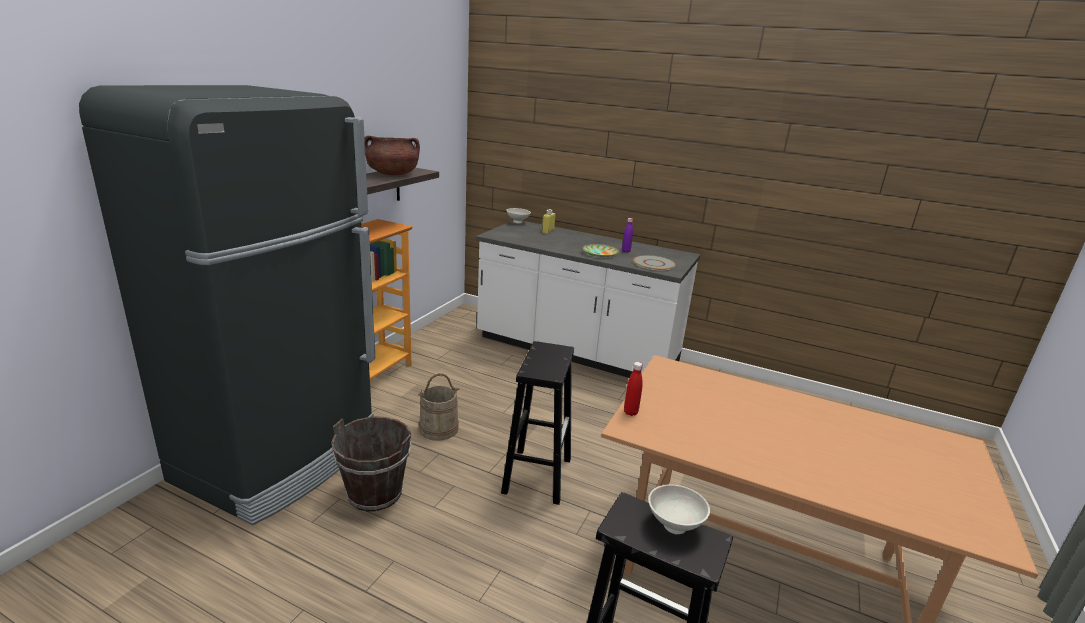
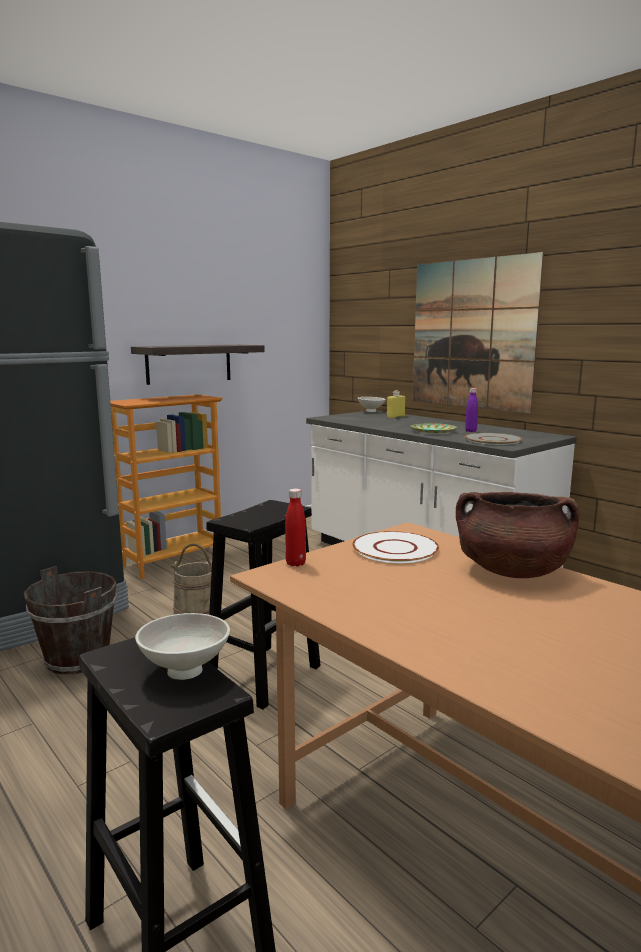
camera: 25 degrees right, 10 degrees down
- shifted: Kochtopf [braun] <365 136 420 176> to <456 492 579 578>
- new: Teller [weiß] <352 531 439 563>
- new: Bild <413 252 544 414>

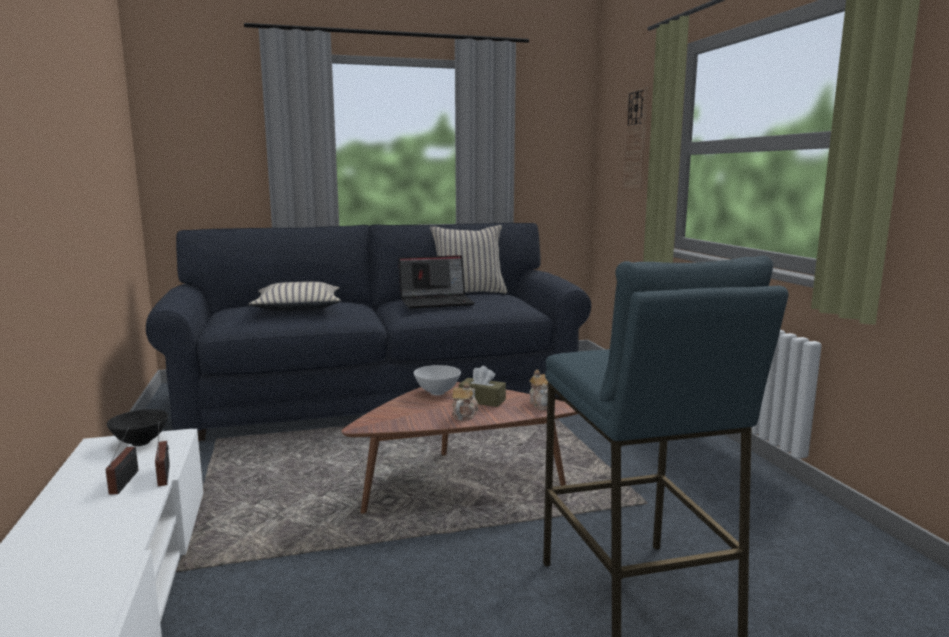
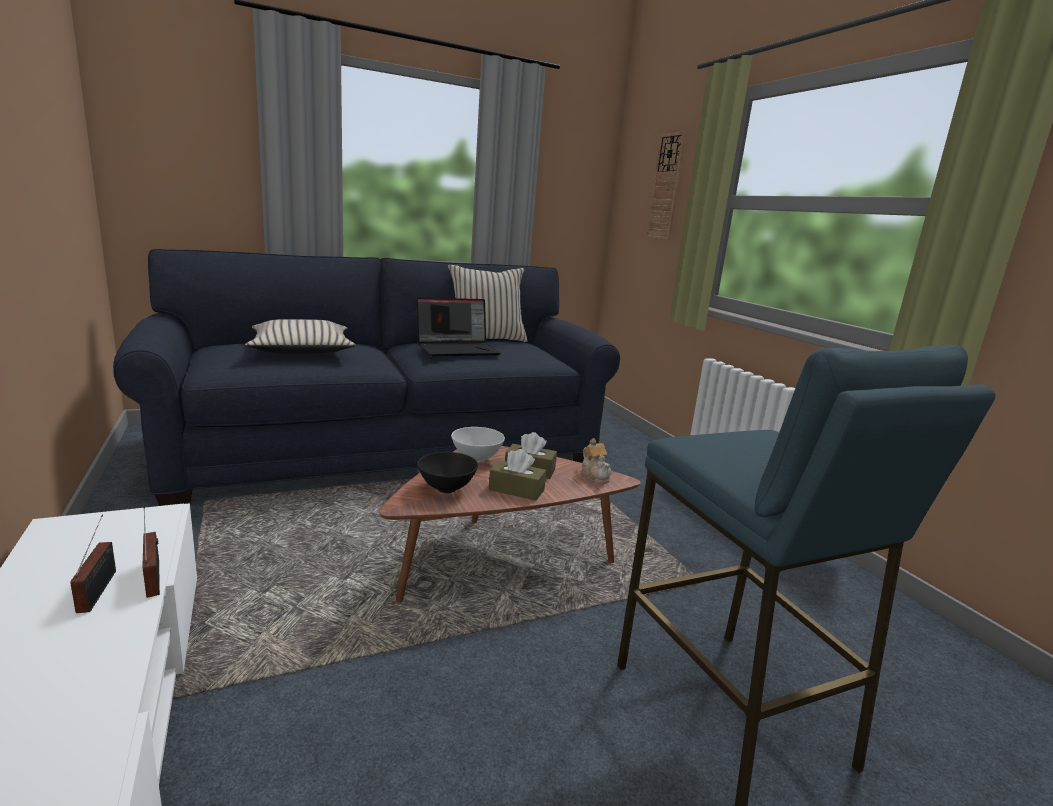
camera: 10 degrees left, 5 degrees up
- shifted: Schüssel [schwarz] <107 409 168 446> to <417 452 478 493>
- swapped: Teekanne <452 382 478 421> to Taschentuchbox [braun] <489 449 546 500>

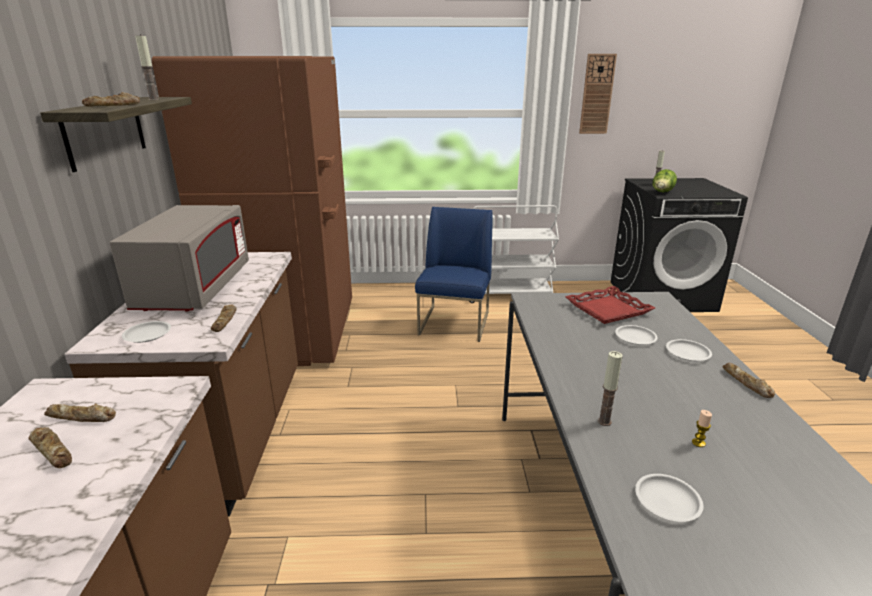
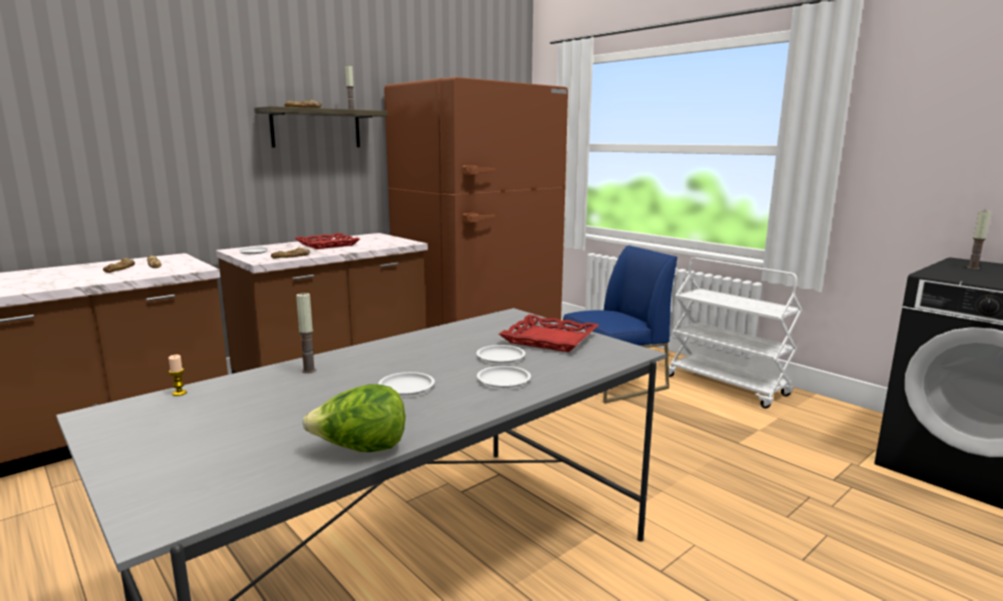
camera: 50 degrees right, 10 degrees down
- swapped: Mikrowelle [grau] <110 205 249 312> to Tablett [rot] <295 233 360 249>
- gone: Wanduhr <579 54 617 134>
- shifted: Teller [weiß] <635 474 703 522> to <378 372 435 395>
- shifted: Salatkopf <652 169 677 192> to <302 384 406 452>
- shifted: Kerze <692 410 712 447> to <169 355 187 396>
- gone: Brot <722 363 775 398>

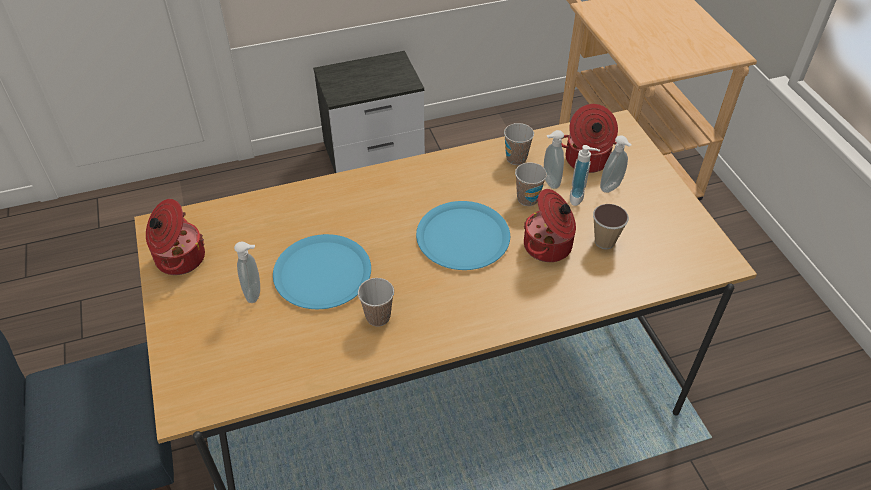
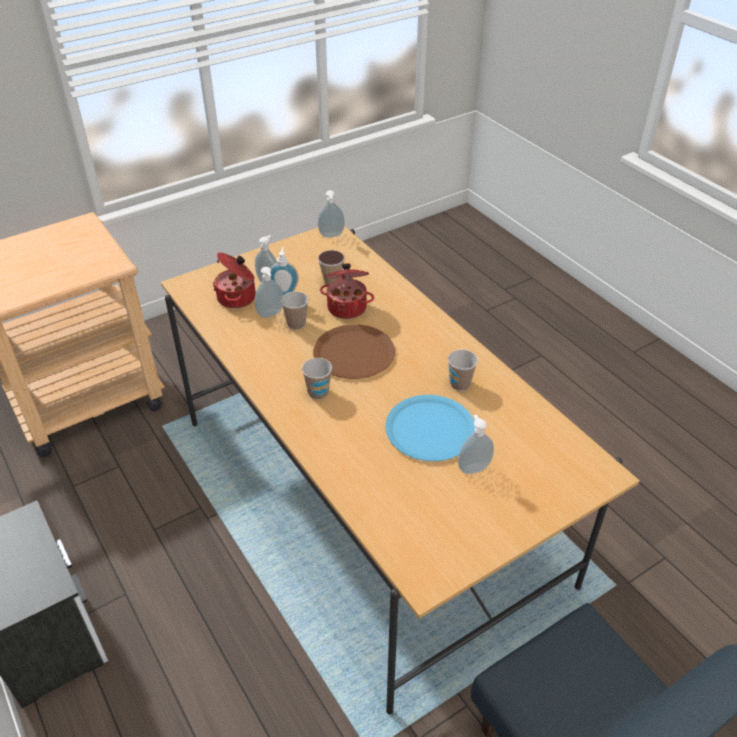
camera: 105 degrees left, 5 degrees down
- gone: Kochtopf <146 199 205 275>
- repainted: Teller [blau] <416 201 510 270> to Teller [braun] <313 324 395 379>
- shifted: Tasse <504 123 534 165> to <302 358 332 400>
- new: Seifenspender <318 190 345 237>

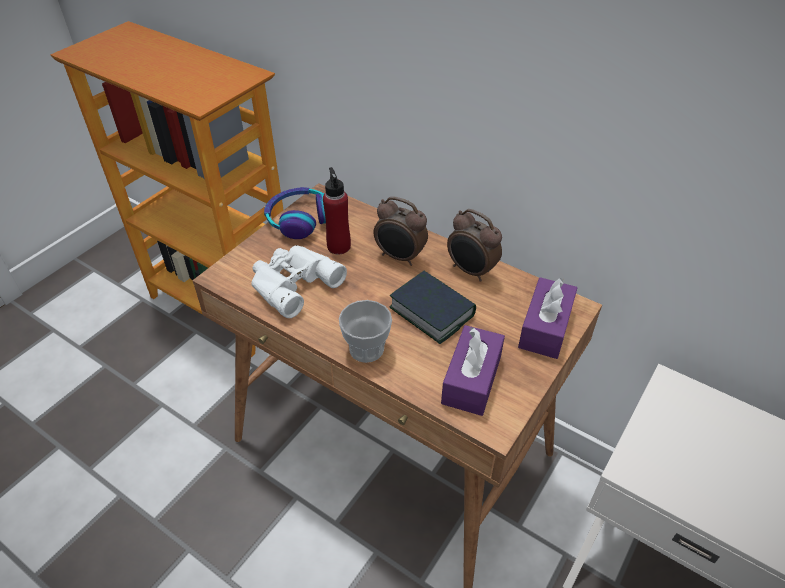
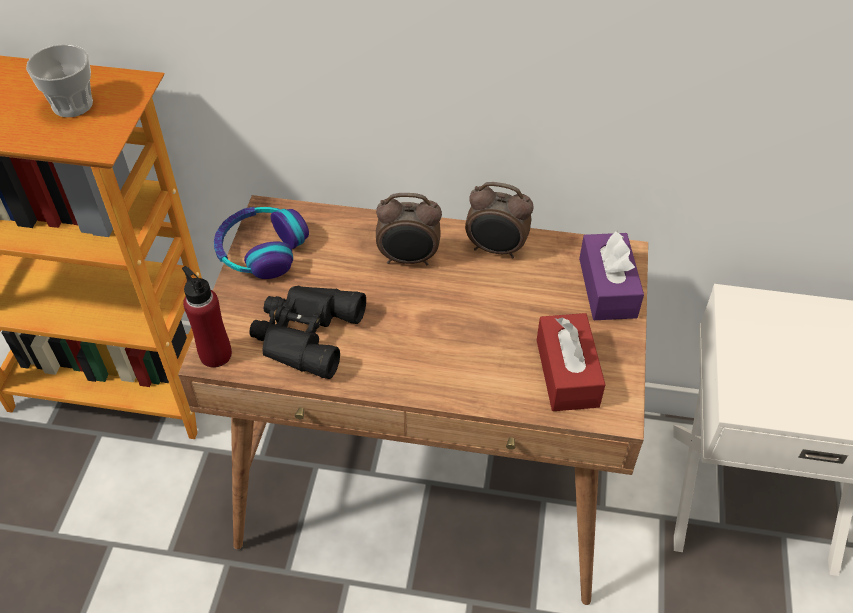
camera: 25 degrees left, 5 degrees up
- repainted: Fernglas [weiß] <251 245 347 318> to Fernglas [schwarz] <249 285 366 379>
- shifted: Flasche [rot] <323 167 351 254> to <182 266 232 368>
- shifted: Tasse <339 300 392 363> to <26 44 93 117>
- gone: Buch <389 271 476 344>
- repainted: Taschentuchbox [lila] <441 325 505 416> to Taschentuchbox [rot] <537 313 605 411>

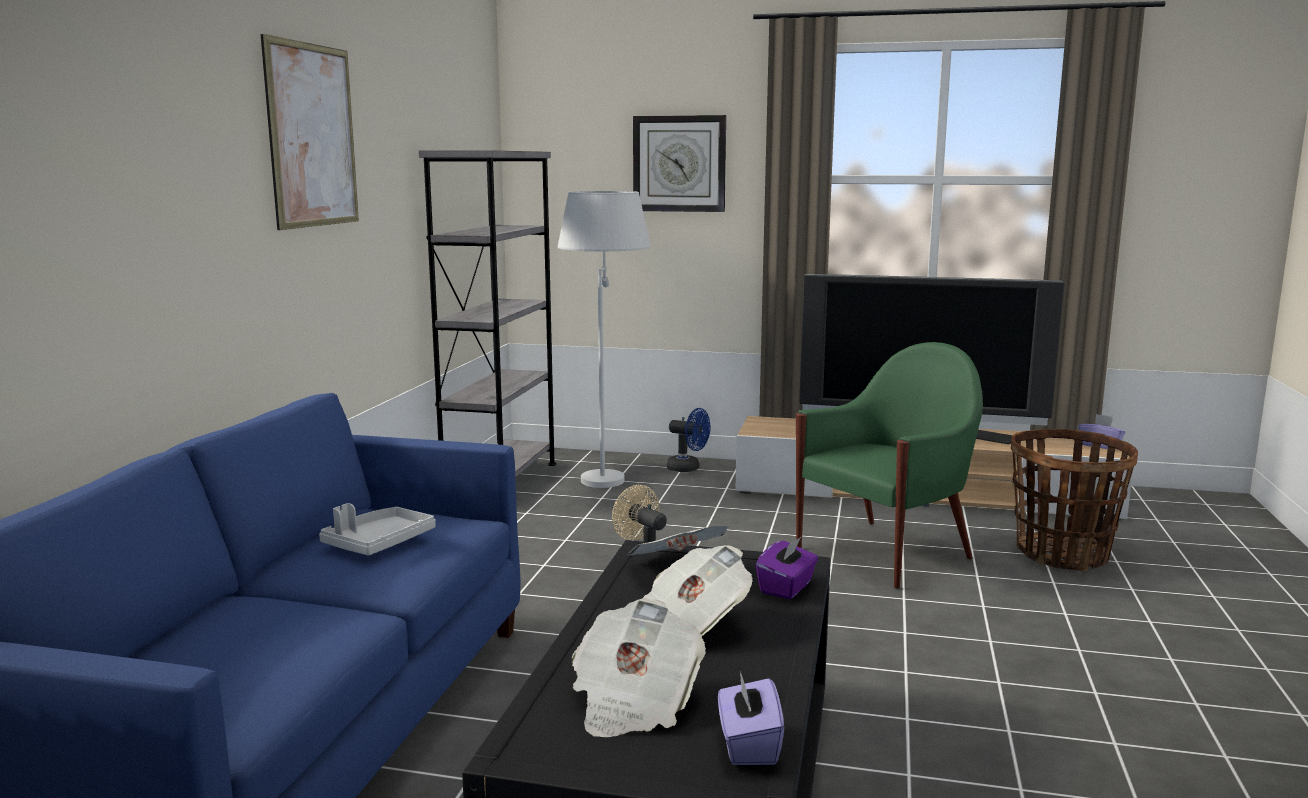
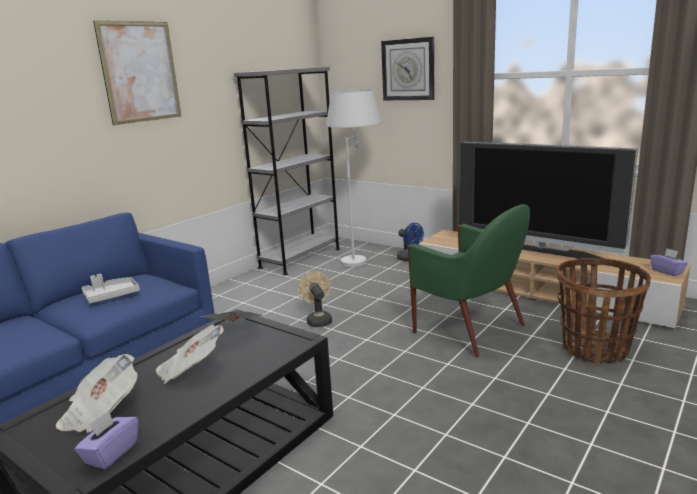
camera: 25 degrees right, 5 degrees up
- gone: Taschentuchbox [lila] <756 536 818 599>
- rotated: Sessel [grün] <796 342 983 589> = <408 204 530 357> 60 degrees clockwise

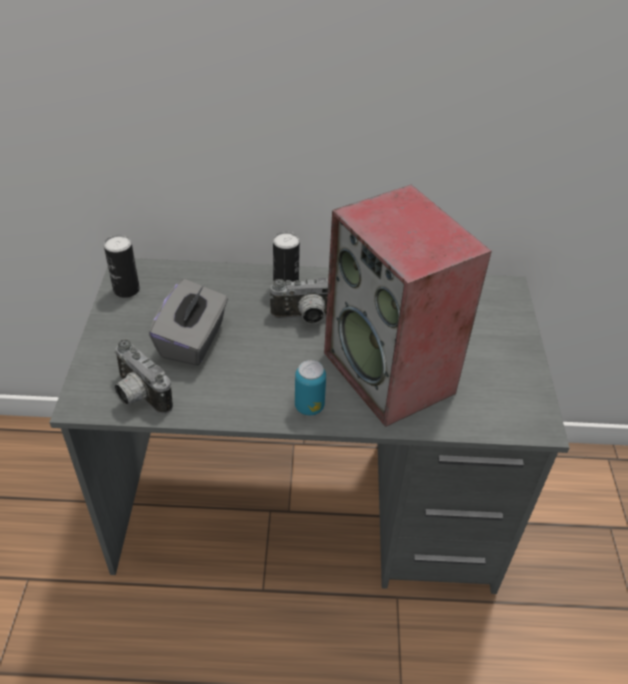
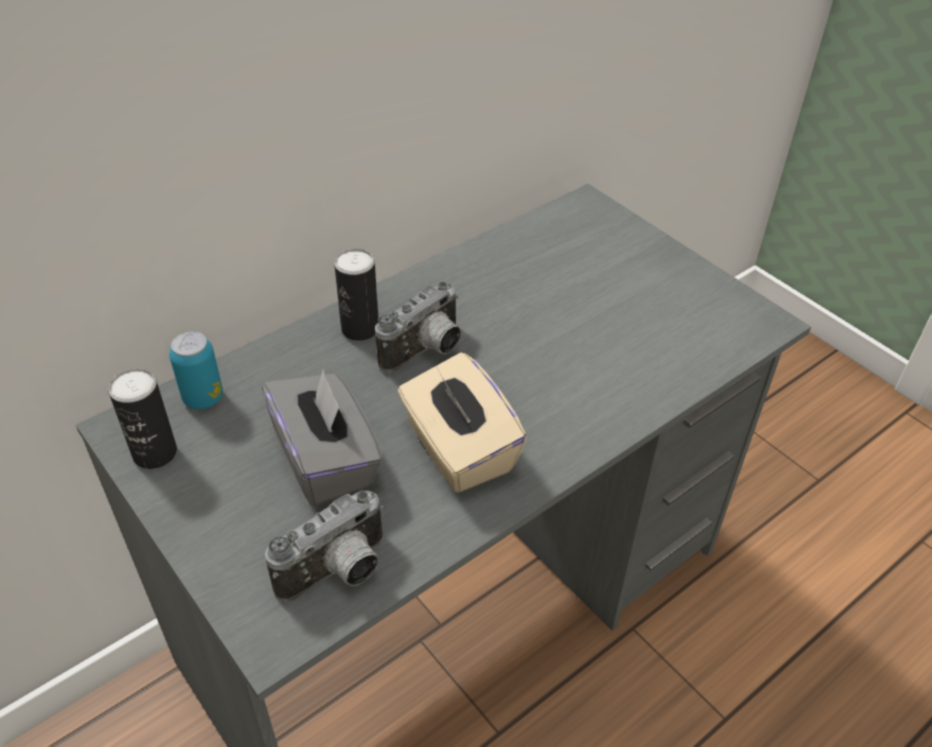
camera: 40 degrees left, 0 degrees up
- rotated: Kamera <115 339 173 414> = <265 491 384 602> 45 degrees counterclockwise
- shifted: Dose <295 360 326 415> to <169 332 223 409>
- gone: Lautsprecher <324 185 492 427>
- new: Taschentuchbox [beige] <398 352 527 493>

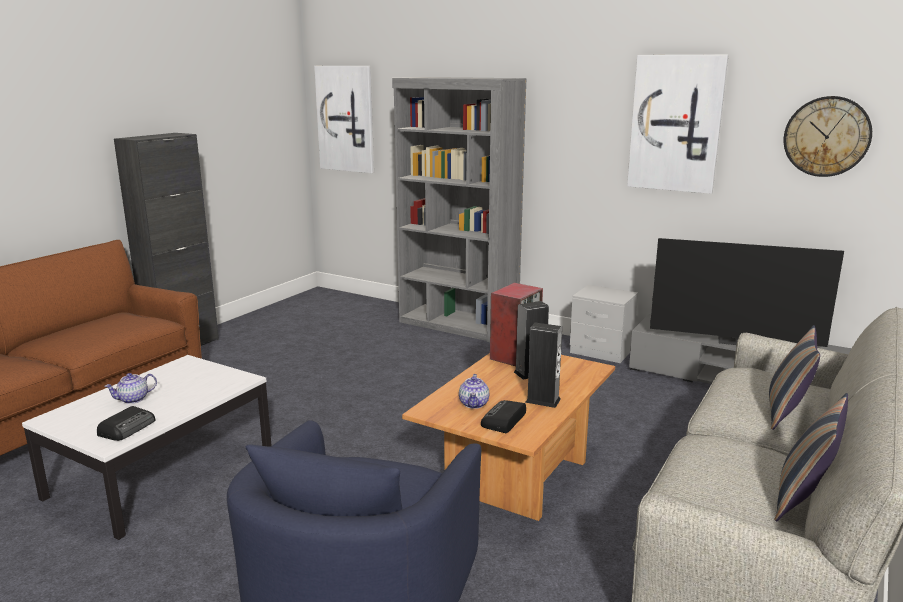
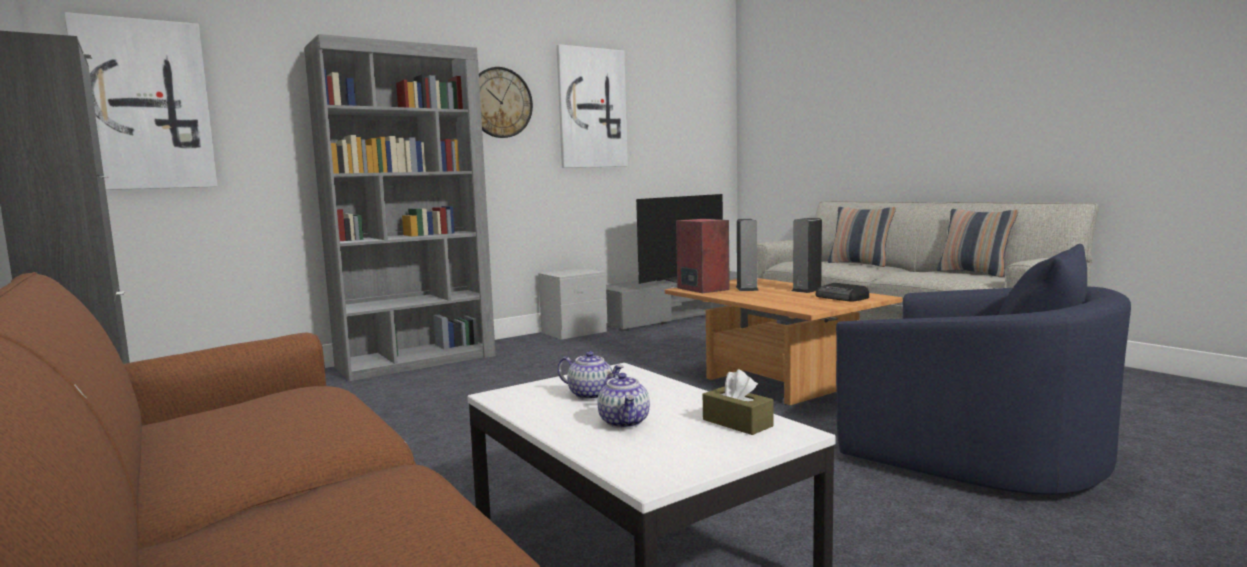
camera: 65 degrees left, 10 degrees down
- swapped: Radio <97 406 155 441> to Taschentuchbox [braun] <703 369 773 435>
- shifted: Teekanne <459 374 489 409> to <558 351 624 400>
- shifted: Wanduhr <784 96 872 177> to <479 67 533 138>

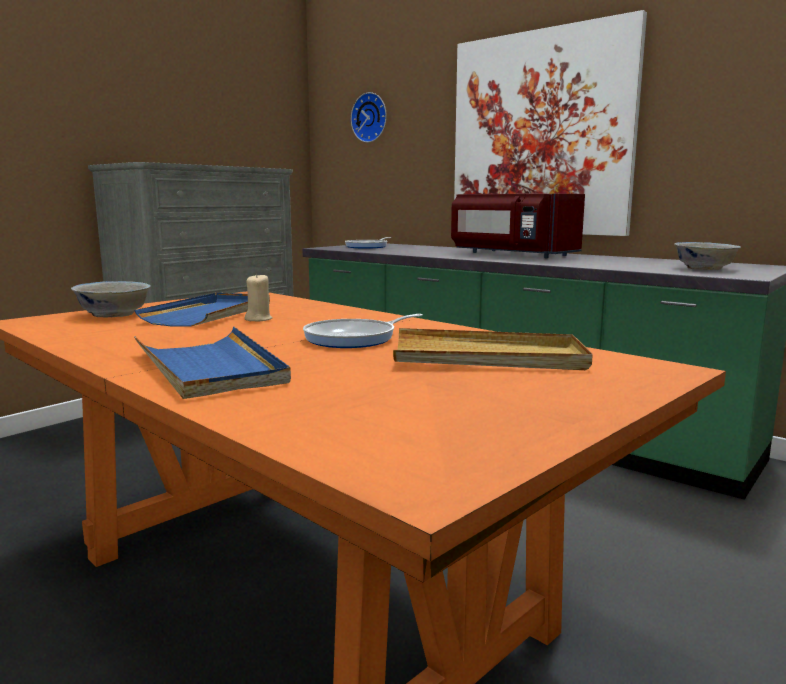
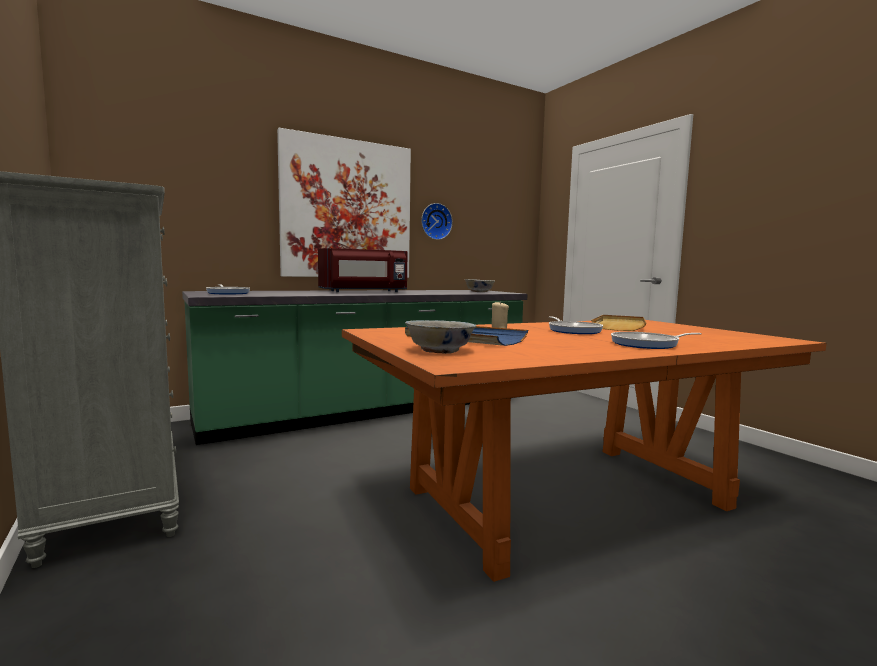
camera: 70 degrees left, 5 degrees down
- swapped: Tablett [blau] <134 327 291 399> to Pfanne <611 332 702 349>
- shifted: Wanduhr <351 92 387 143> to <421 203 453 240>

